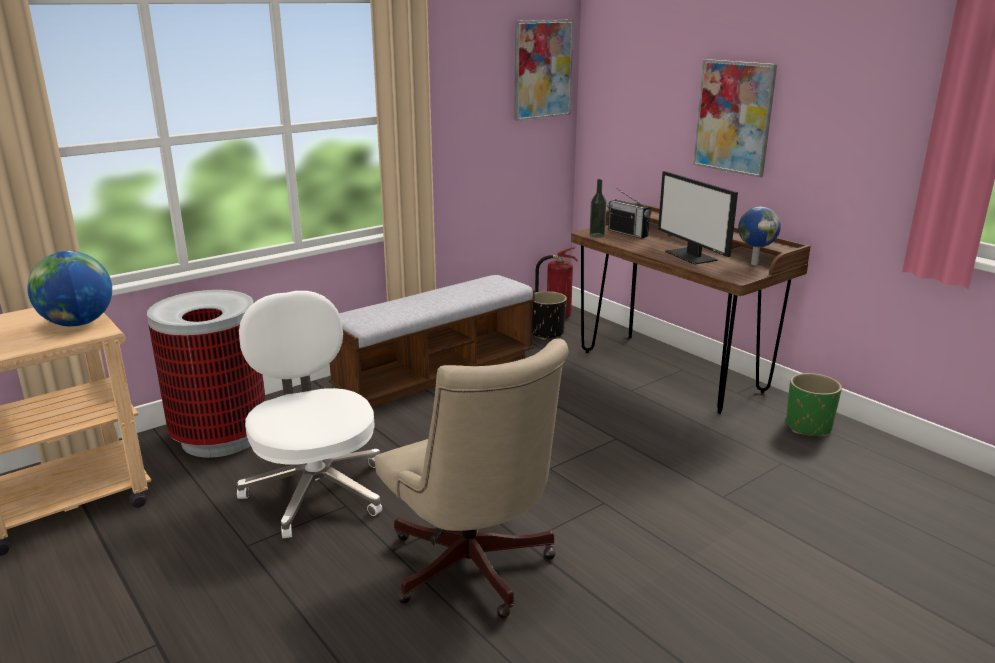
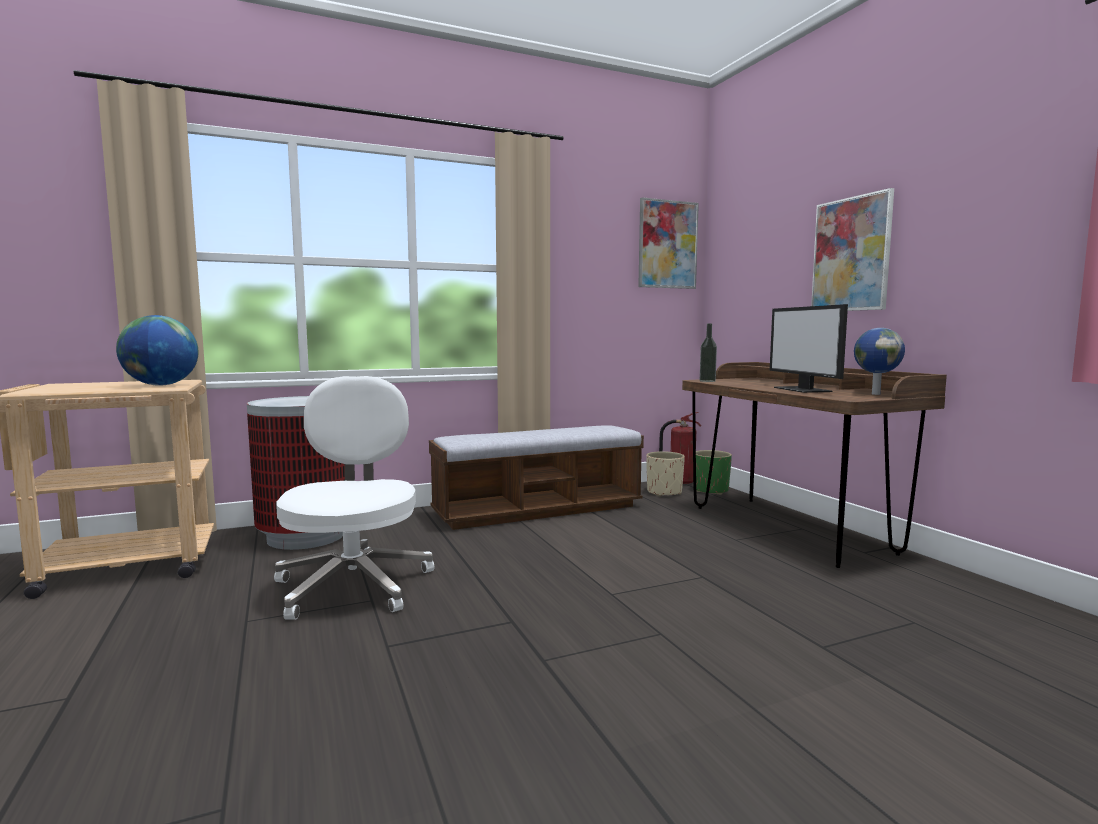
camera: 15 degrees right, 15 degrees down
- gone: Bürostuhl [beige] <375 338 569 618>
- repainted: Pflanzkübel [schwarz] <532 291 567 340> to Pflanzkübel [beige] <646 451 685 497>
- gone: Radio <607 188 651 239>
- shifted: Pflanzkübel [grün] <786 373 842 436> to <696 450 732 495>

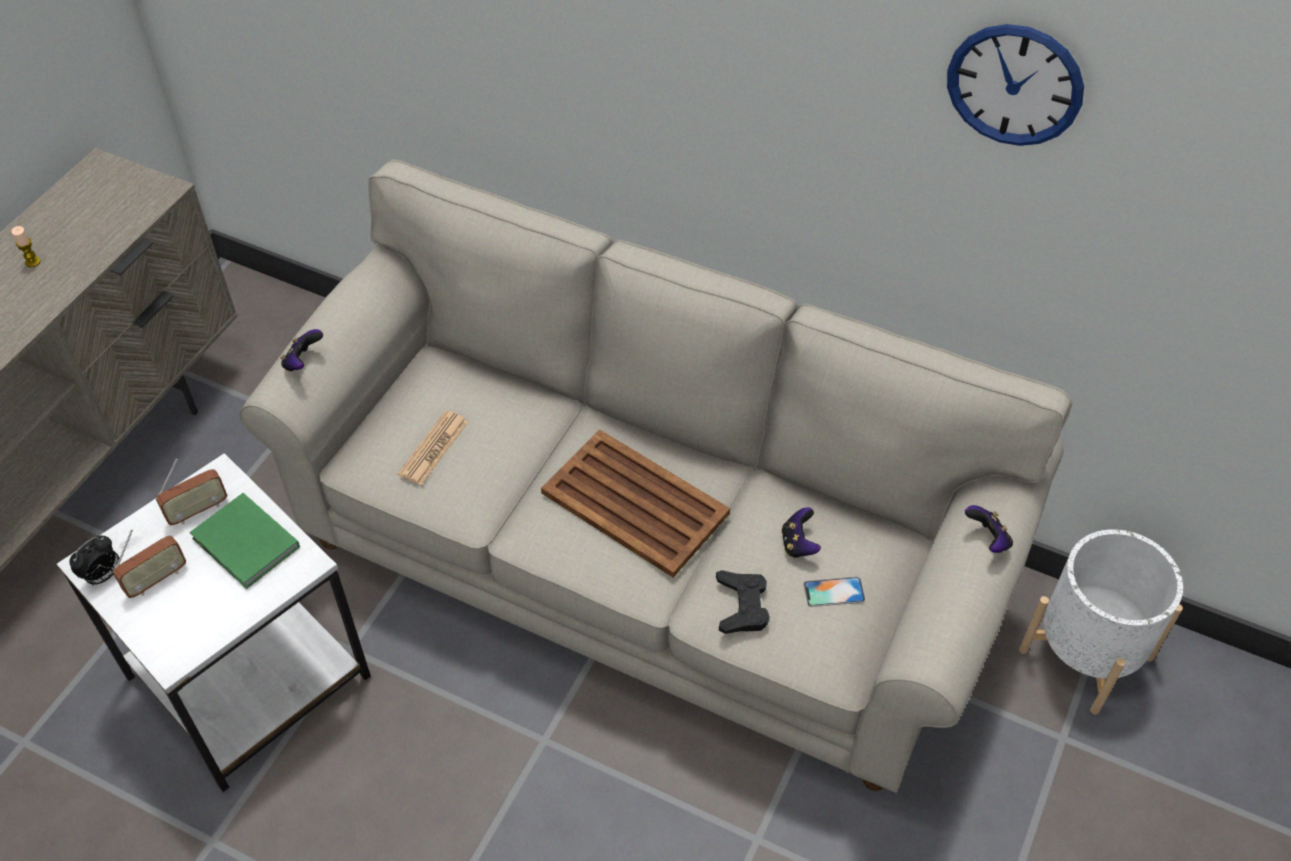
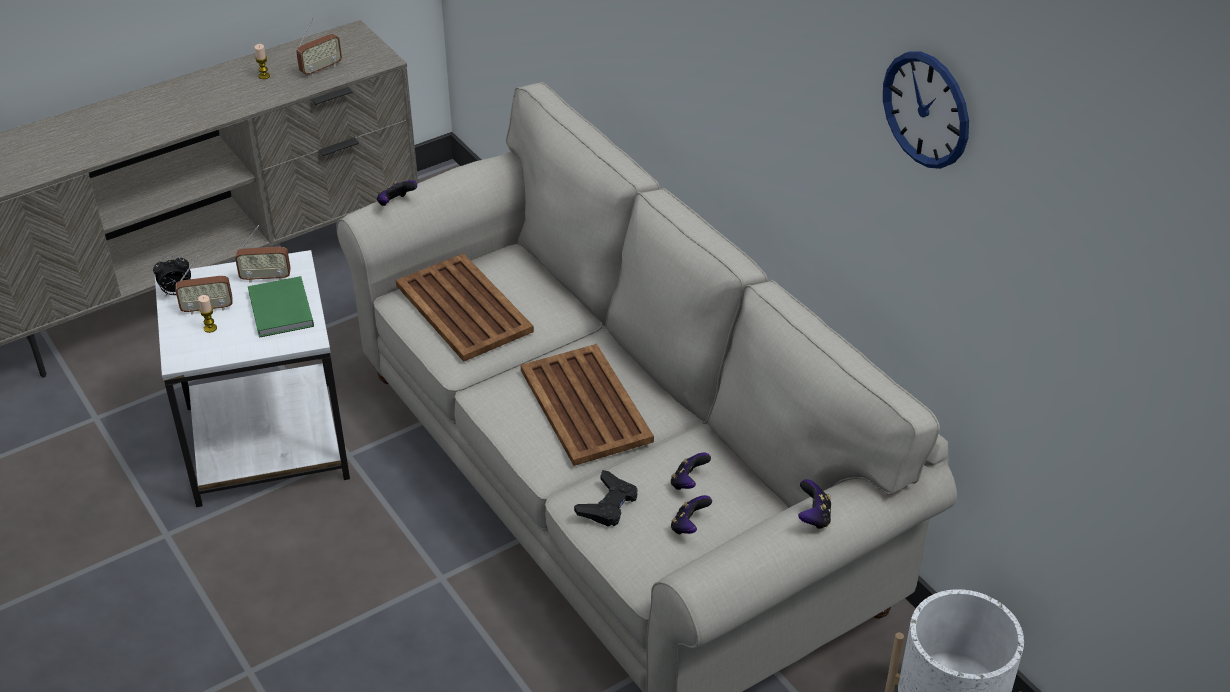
camera: 30 degrees right, 10 degrees down
- swapped: Zeitung <398 410 468 485> to Tablett [braun] <396 253 534 362>
- swapped: Handy <804 577 865 607> to Gamepad <671 495 712 534>
- new: Kerze <198 295 217 333>
- new: Radio <296 18 342 76>

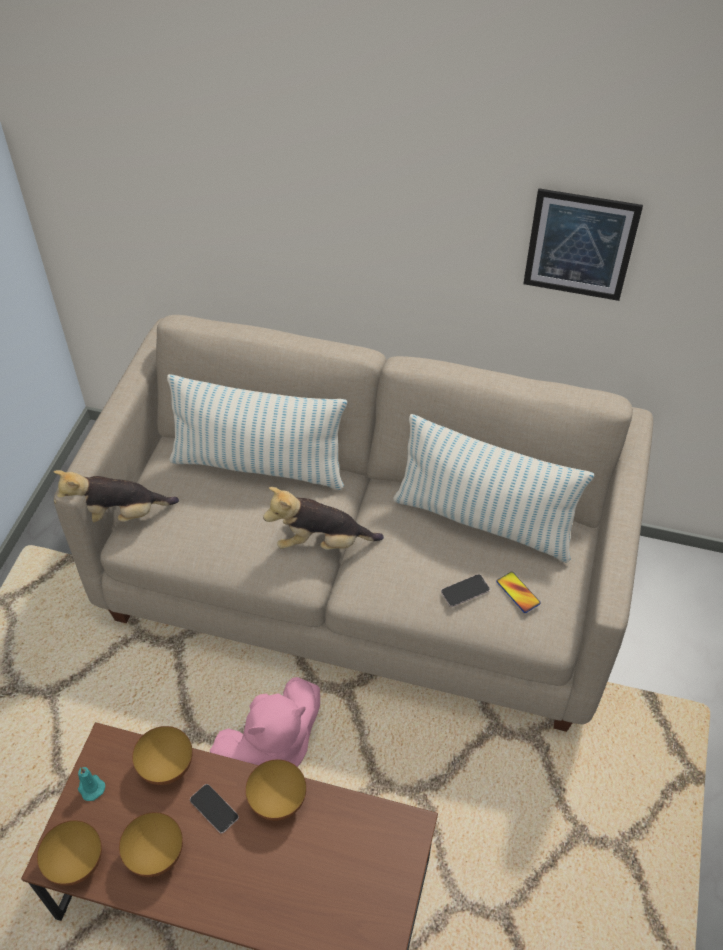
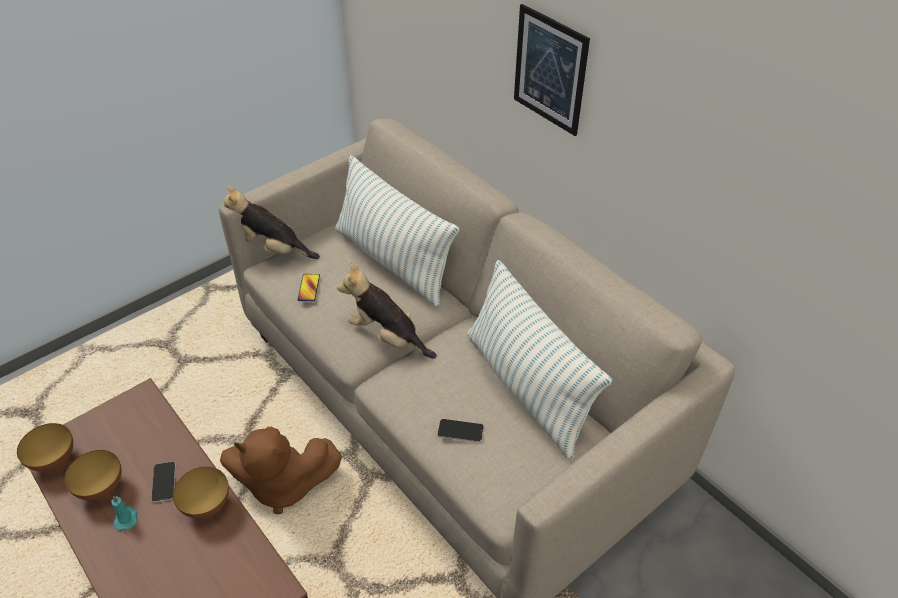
camera: 35 degrees right, 5 degrees down
- shifted: Kerze [türkis] <78 767 105 801> to <111 496 138 531>
- gone: Schüssel <132 726 193 785>
- repainted: Plüschtier [rosa] <210 677 320 767> to Plüschtier [braun] <220 427 342 515>
- shifted: Handy <496 572 541 613> to <298 274 320 301>
- shifted: Bild <523 188 643 301> to <514 4 590 136>

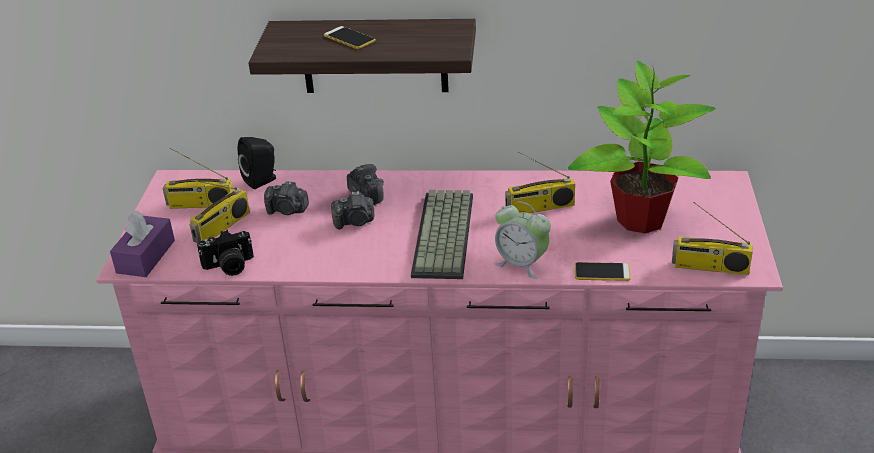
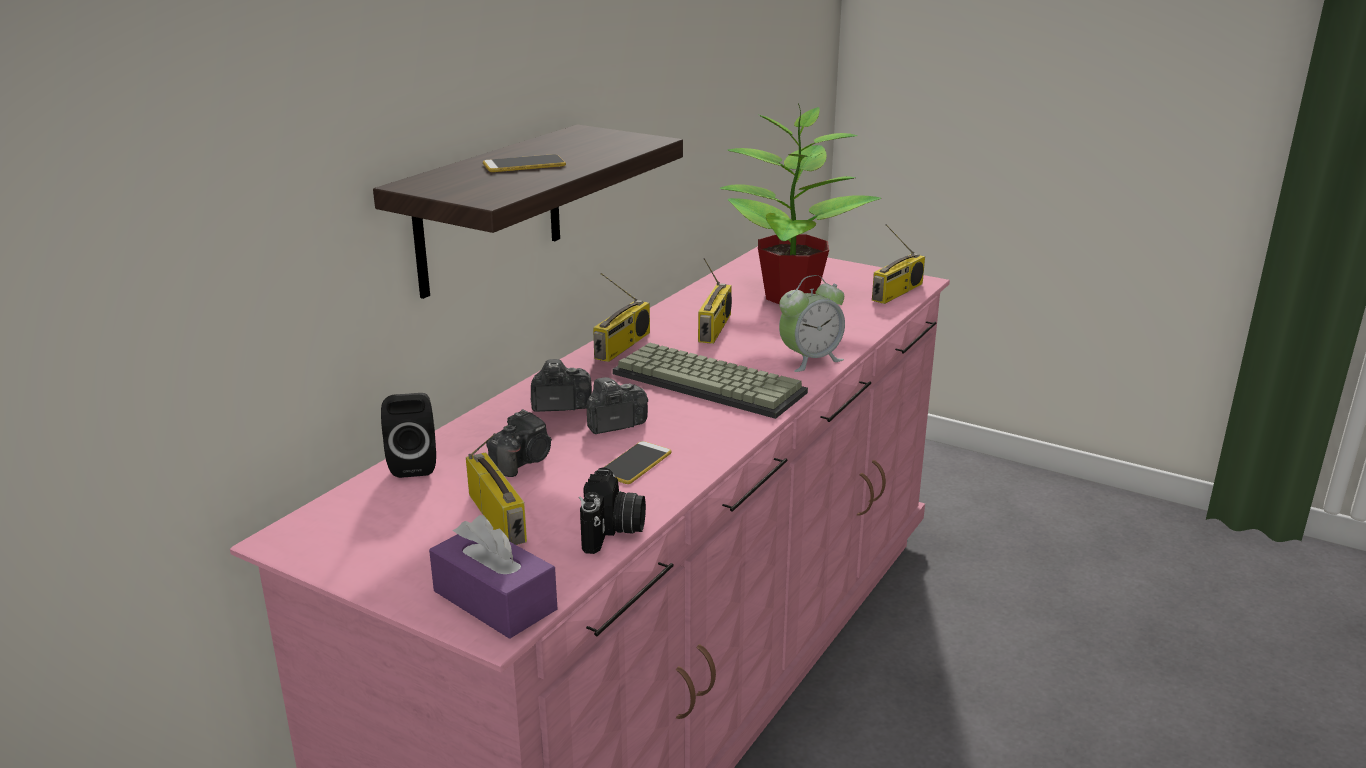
camera: 65 degrees left, 10 degrees down
- shifted: Radio <163 148 233 209> to <593 273 650 362>
- rotated: Kamera <331 191 374 229> = <586 377 648 434> 135 degrees counterclockwise
- shifted: Handy <575 262 631 281> to <603 441 672 484>

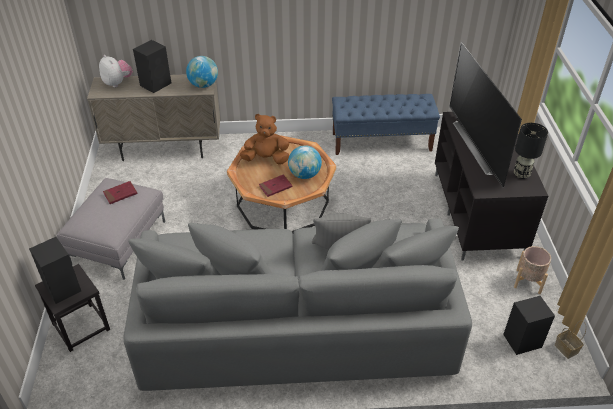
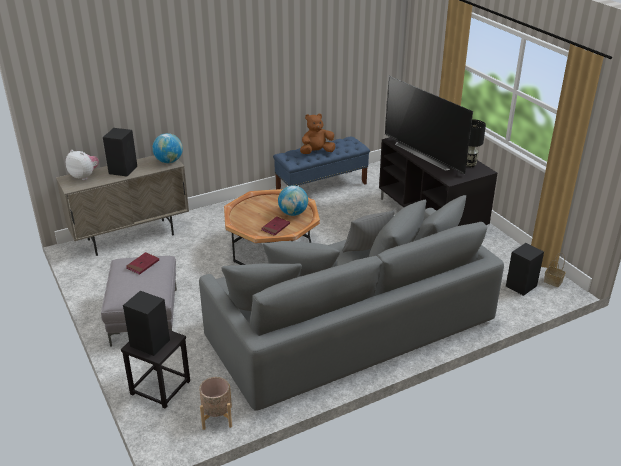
camera: 25 degrees left, 10 degrees down
- shifted: Plüschtier [braun] <240 114 289 165> to <300 114 336 154>
- shifted: Pflanzkübel [beige] <514 246 551 294> to <199 377 232 430>

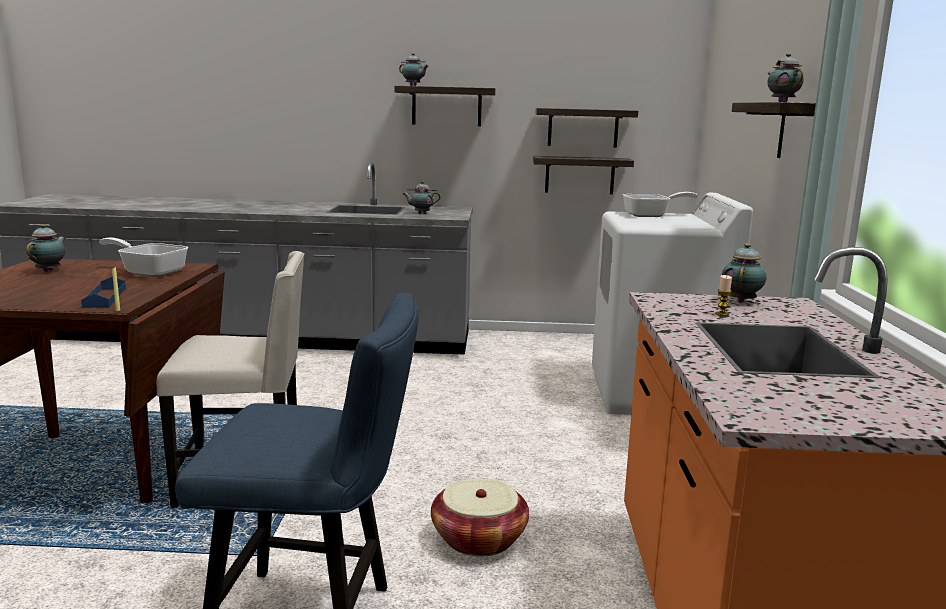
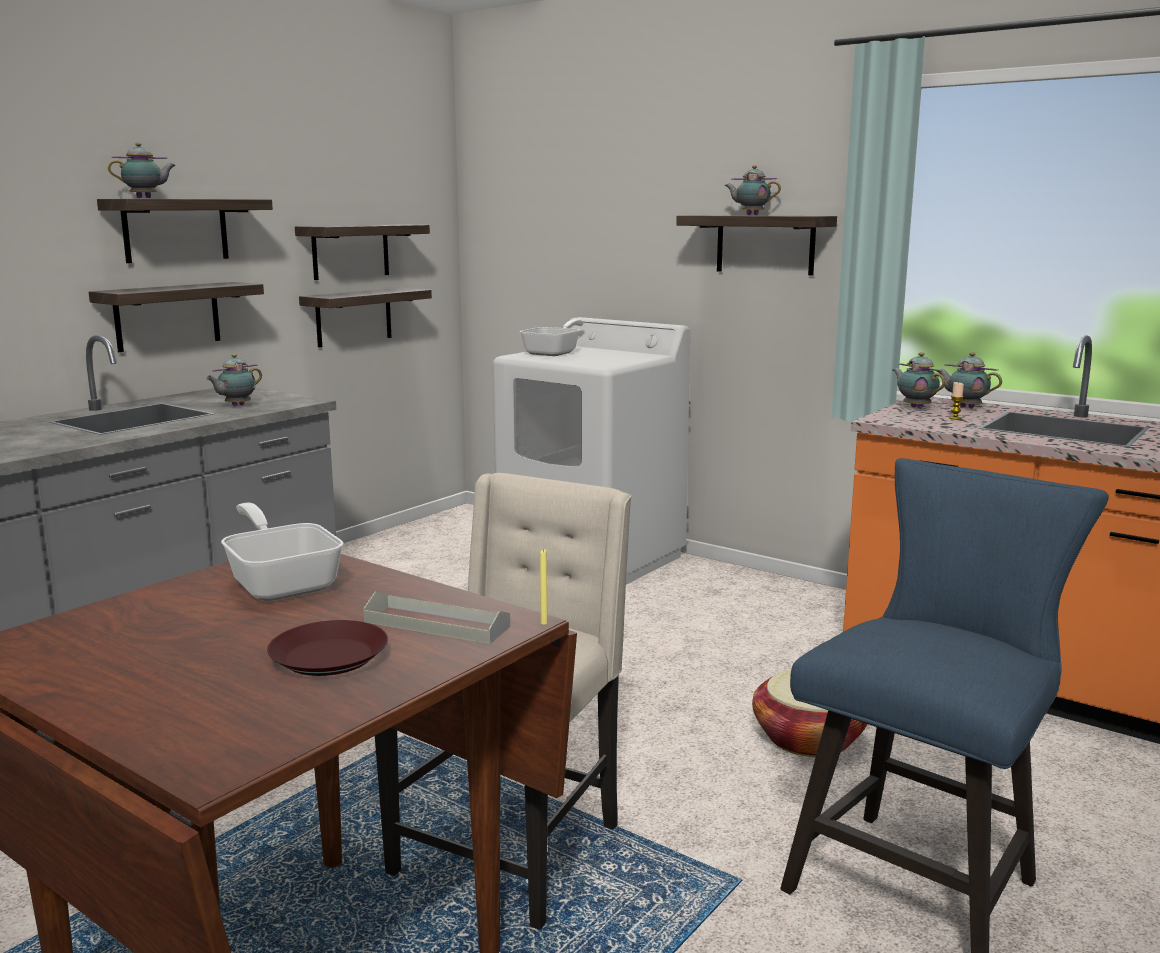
camera: 55 degrees left, 0 degrees up
- shifted: Teekanne <26 224 65 272> to <937 352 1002 408>
- repainted: Tablett [blau] <81 276 126 308> to Tablett [grau] <363 591 510 644>
- rotated: Pfanne <99 237 188 277> = <221 503 344 601> 90 degrees clockwise
- new: Wandregal <89 282 264 352>
- new: Teller [braun] <267 620 388 676>

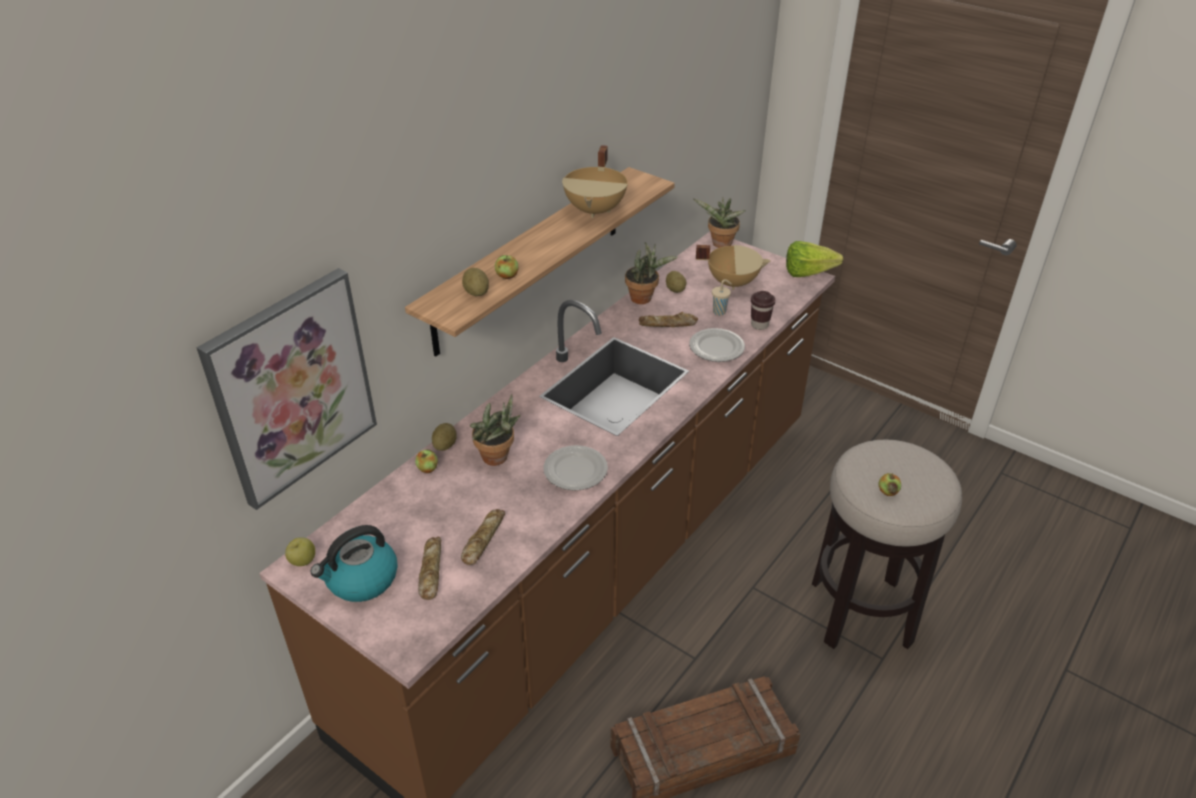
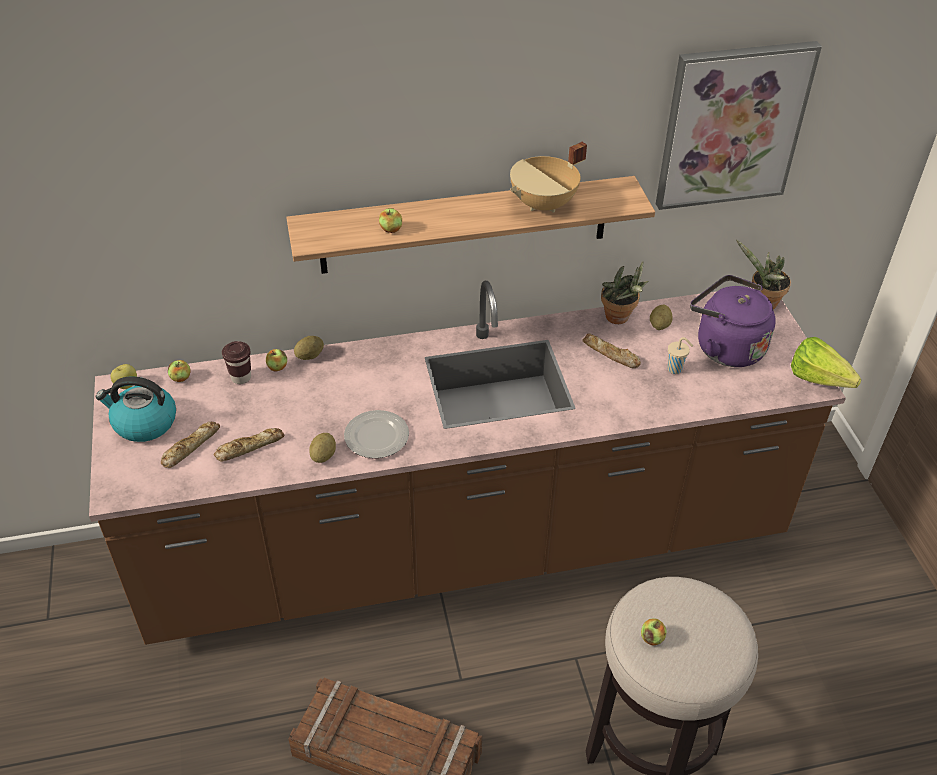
camera: 40 degrees right, 5 degrees up
- shifted: Bild <197 268 377 510> to <656 41 822 210>
- shifted: Kartoffel <462 268 489 296> to <309 433 336 463>
- gone: Topfpflanze <470 394 521 466>
- gone: Teller <689 328 745 362>
- swapped: Kochtopf [beige] <696 245 770 290> to Wasserkessel [lila] <690 275 776 367>
- shifted: Tasse [braun] <751 291 776 330> to <222 341 251 384>
- new: Apfel <168 360 191 382>

